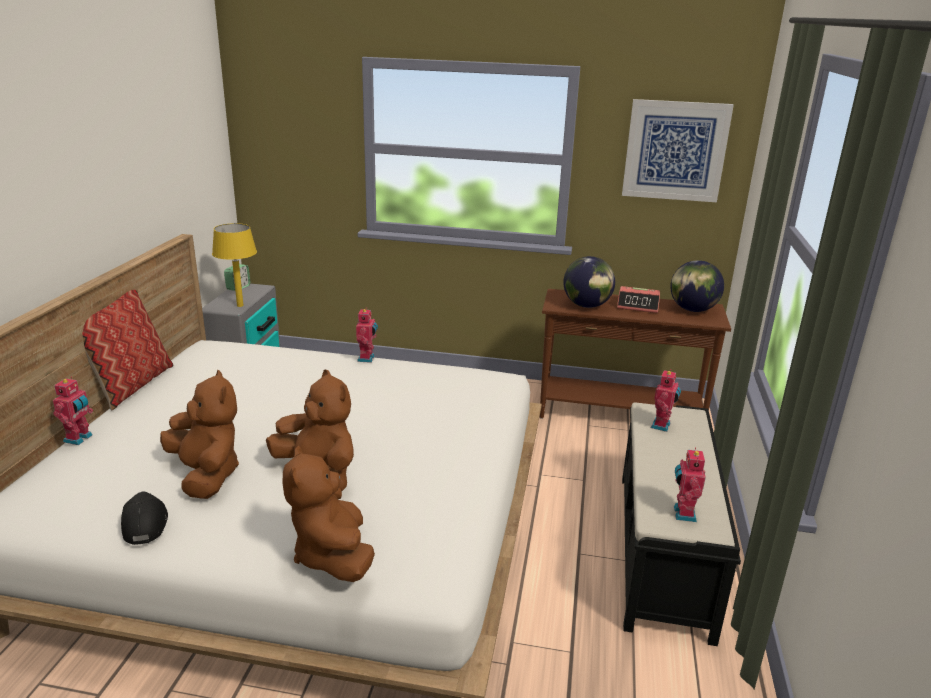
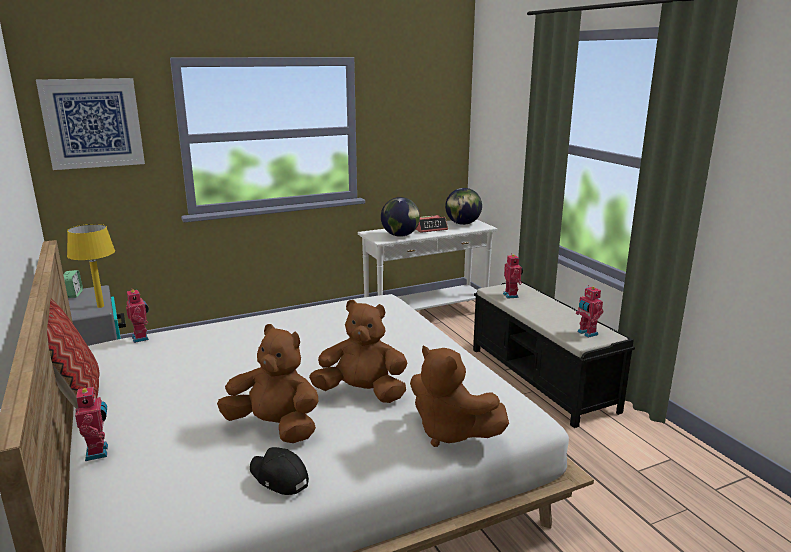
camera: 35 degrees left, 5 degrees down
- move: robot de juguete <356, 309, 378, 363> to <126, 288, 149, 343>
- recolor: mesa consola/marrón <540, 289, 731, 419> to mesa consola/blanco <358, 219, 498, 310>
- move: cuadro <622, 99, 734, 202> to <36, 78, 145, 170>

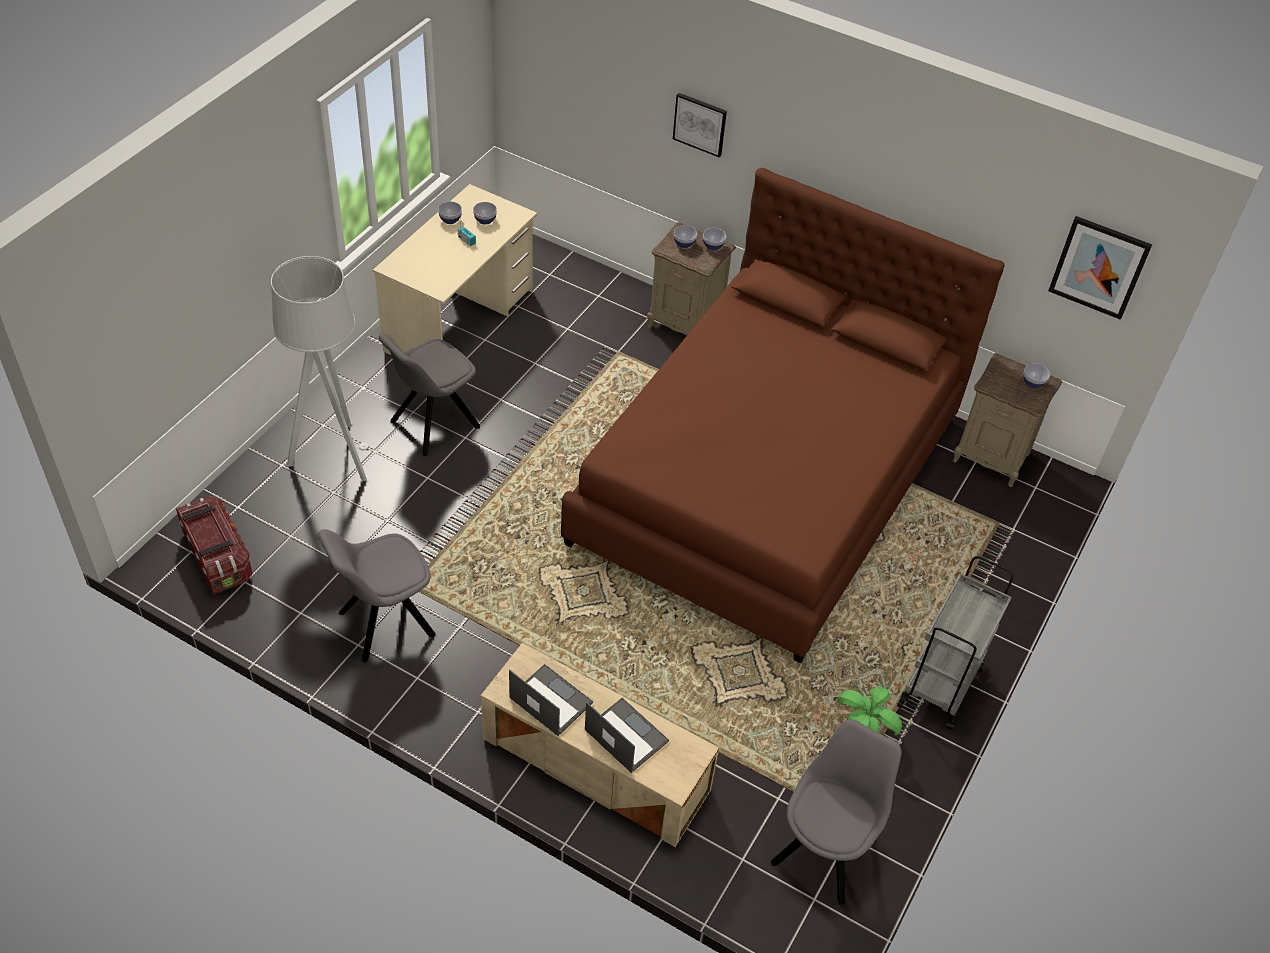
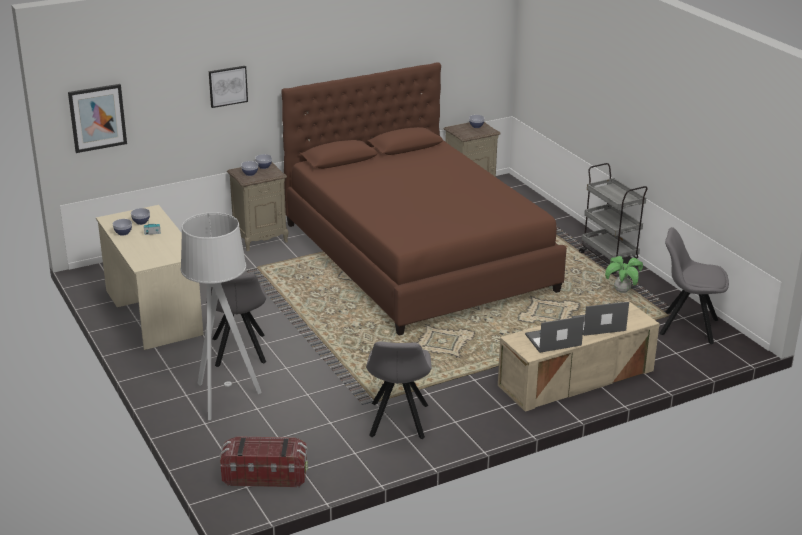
camera: 55 degrees left, 20 degrees down
- rotate: silla/gris <771, 719, 901, 905> = <659, 227, 729, 344> 45 degrees counterclockwise
- move: cuadro <1048, 216, 1152, 320> to <68, 84, 127, 153>

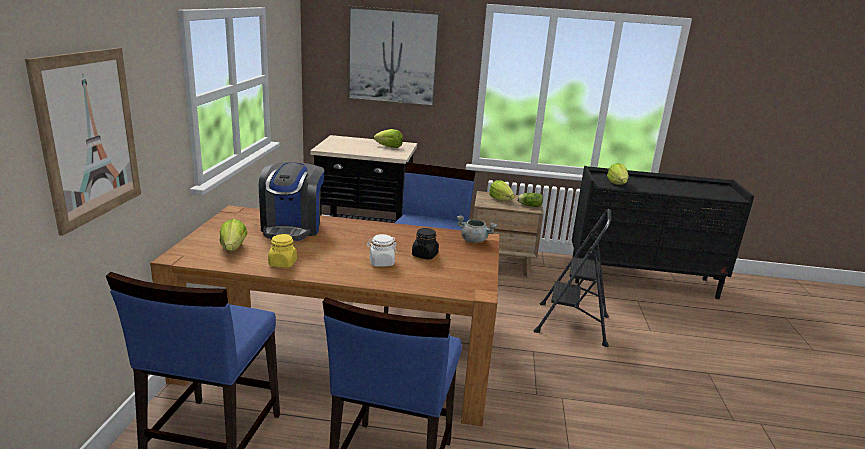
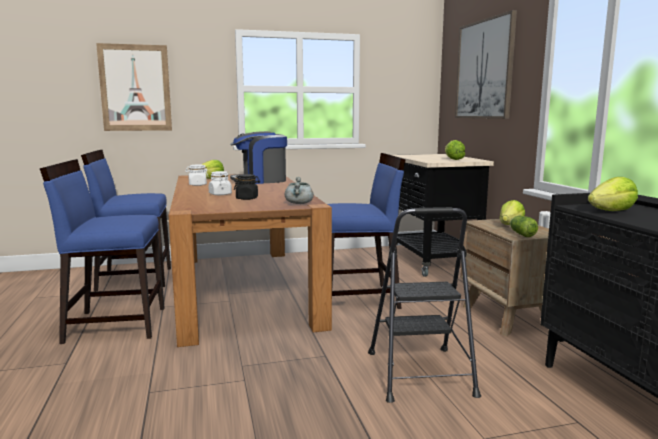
camera: 70 degrees right, 10 degrees down
- recolor: tarro/amarillo <268, 234, 297, 268> to tarro/blanco <185, 165, 209, 186>

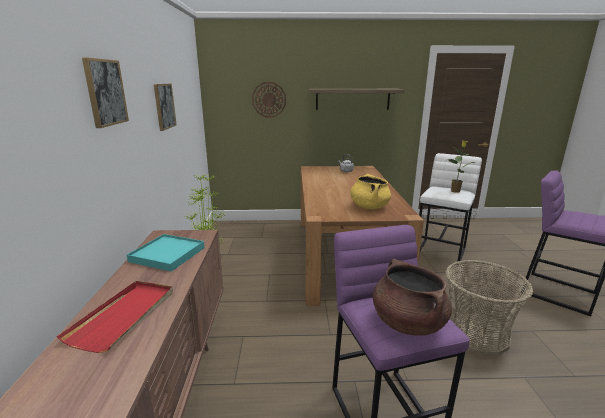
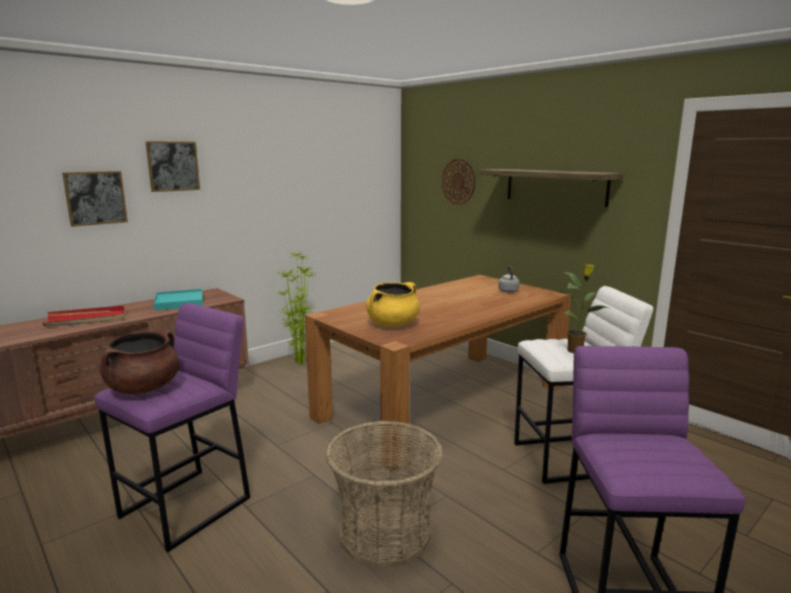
camera: 50 degrees right, 5 degrees down
- move: cuadro <154, 84, 177, 131> to <62, 171, 128, 227>

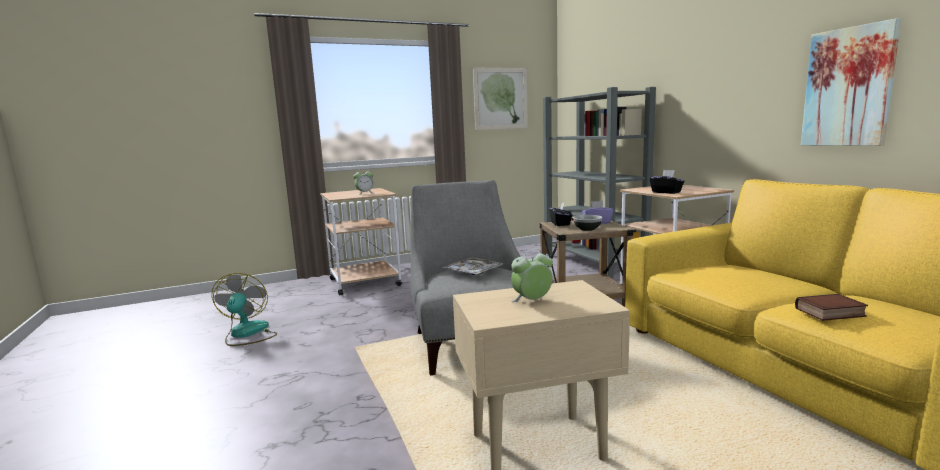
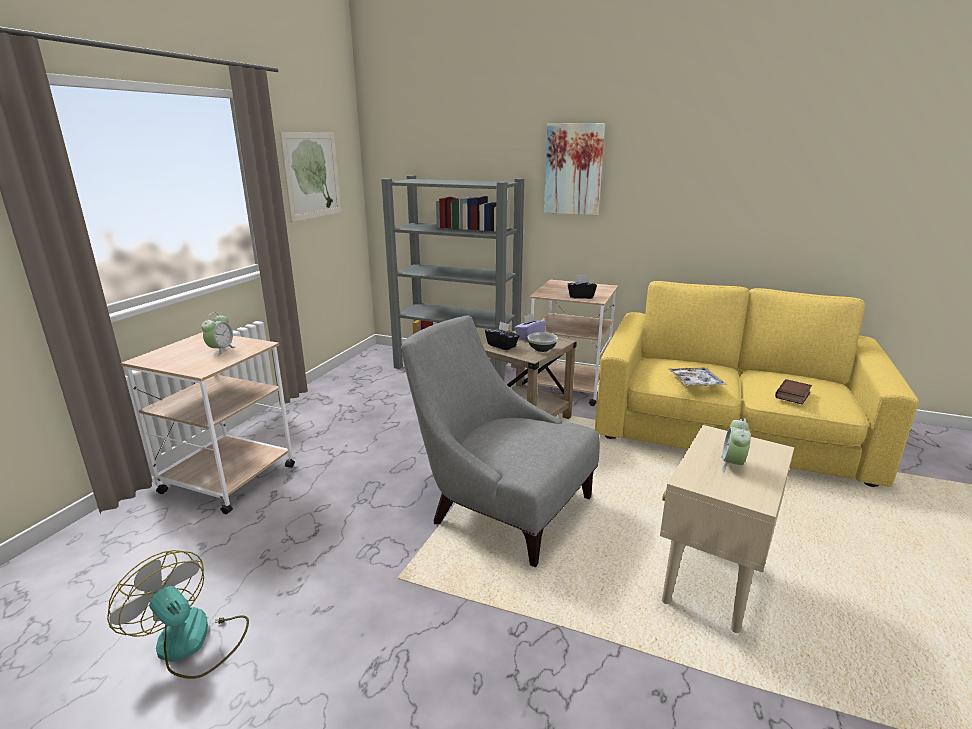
camera: 45 degrees left, 10 degrees up
- move: bandeja <443, 257, 503, 275> to <668, 368, 727, 386>
- move: cuadro <801, 18, 901, 146> to <544, 123, 605, 215>

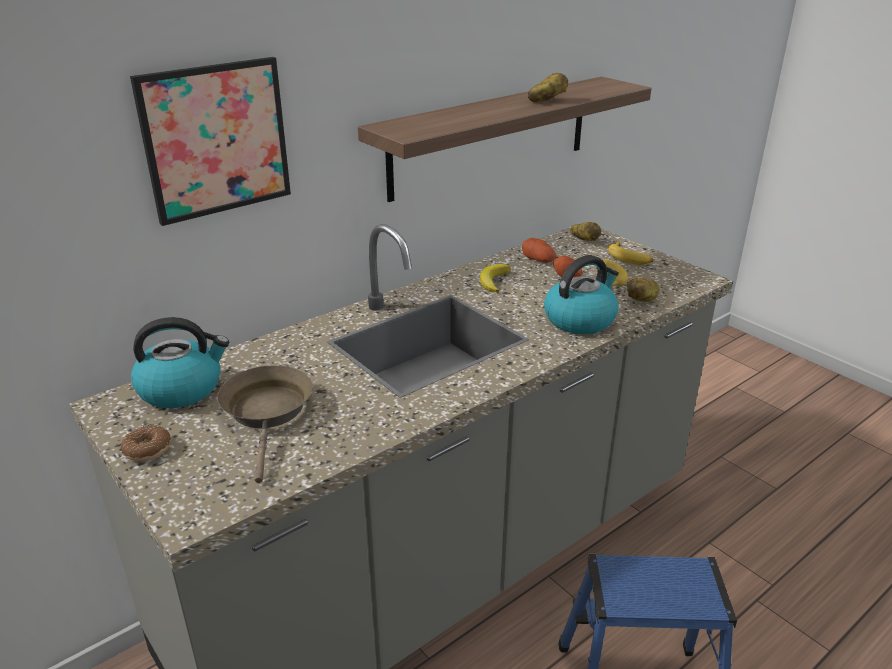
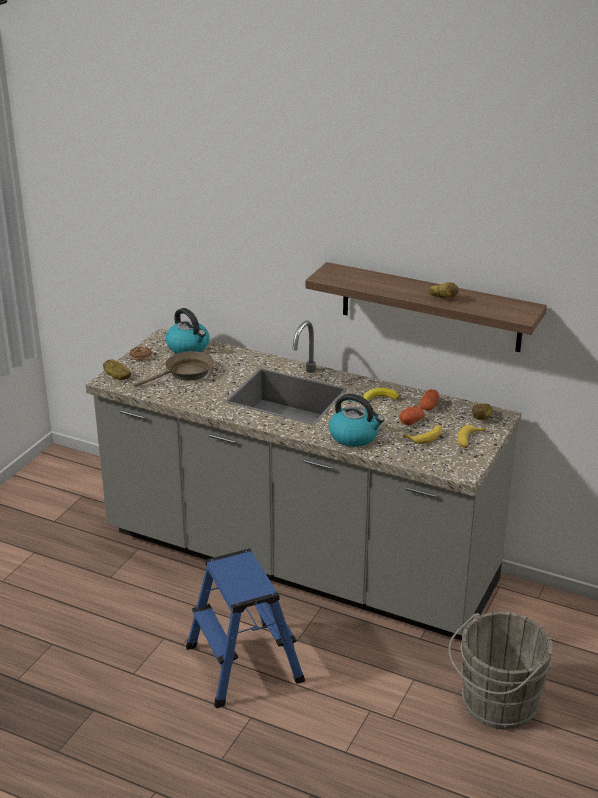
camera: 65 degrees right, 0 degrees up
- delete: cuadro <130, 57, 291, 226>
- move: patata <627, 277, 659, 302> to <103, 359, 131, 380>
- insert: cubo/gris <448, 612, 553, 730>

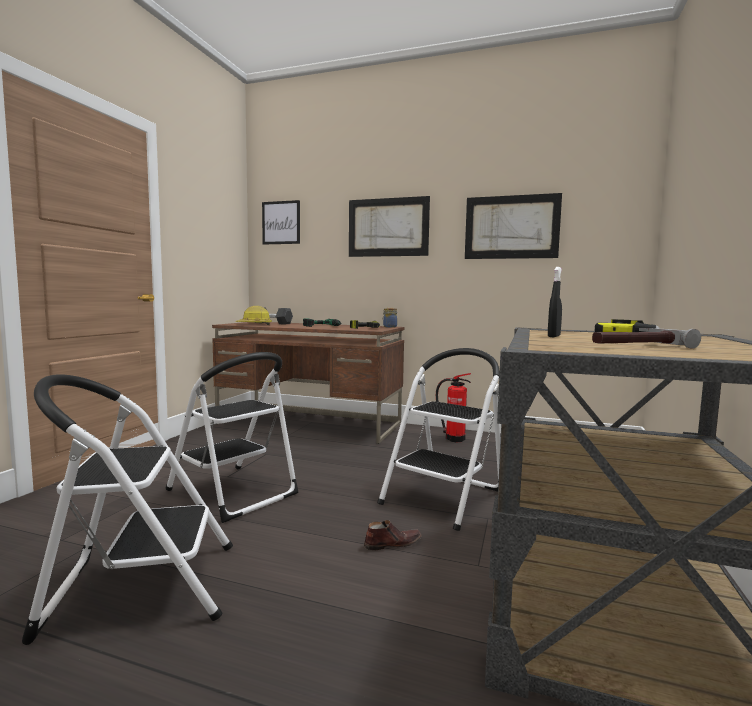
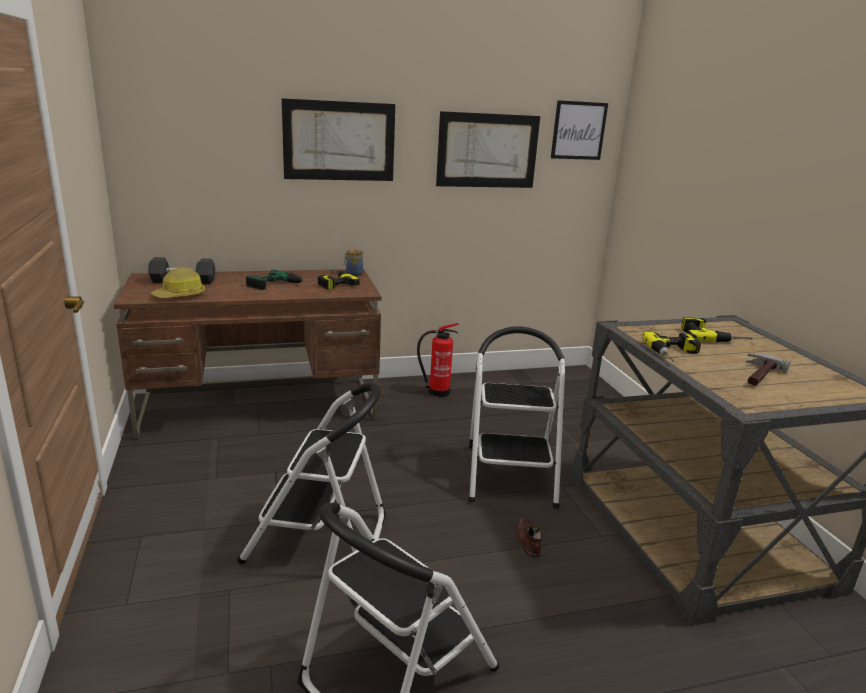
camera: 35 degrees left, 15 degrees up
- move: cuadro <262, 200, 300, 245> to <551, 100, 608, 160>
- rotate: zapato/marrón <364, 520, 422, 550> = <517, 517, 541, 558> 45 degrees counterclockwise
- replace: pulverizador/negro <548, 267, 562, 337> to taladro <642, 331, 701, 362>

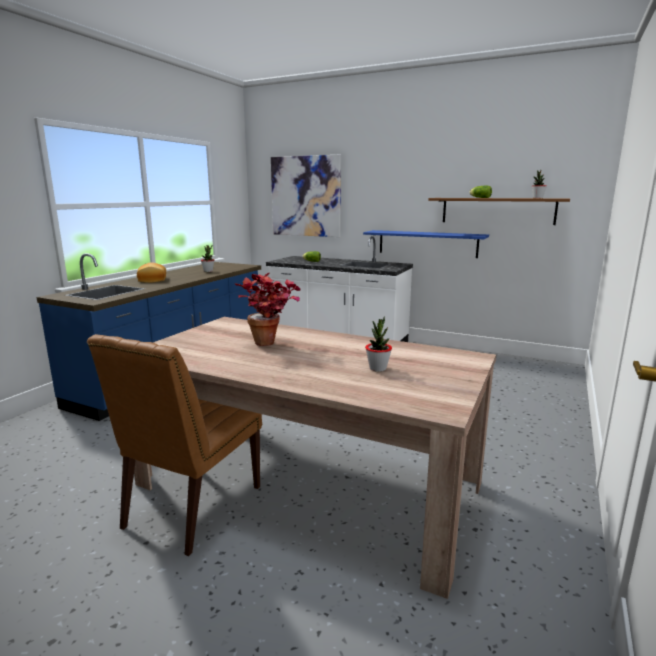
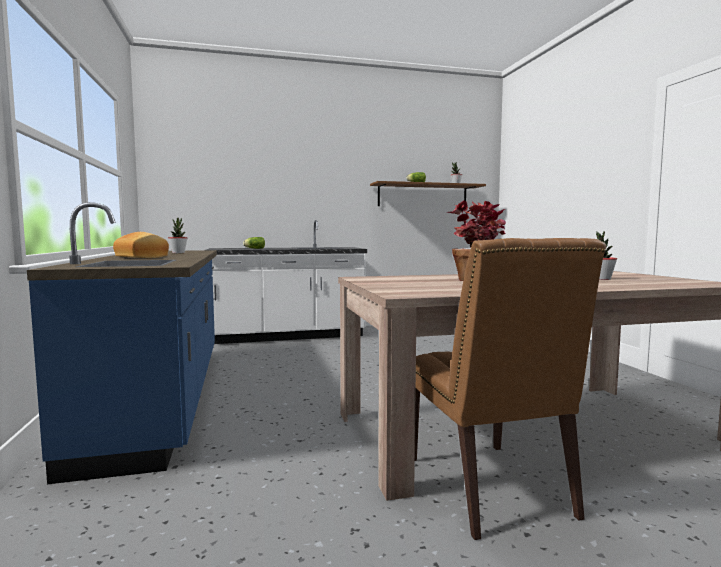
camera: 40 degrees left, 10 degrees down
- delete: cuadro <271, 155, 341, 237>
- delete: estante/azul <363, 230, 489, 258>

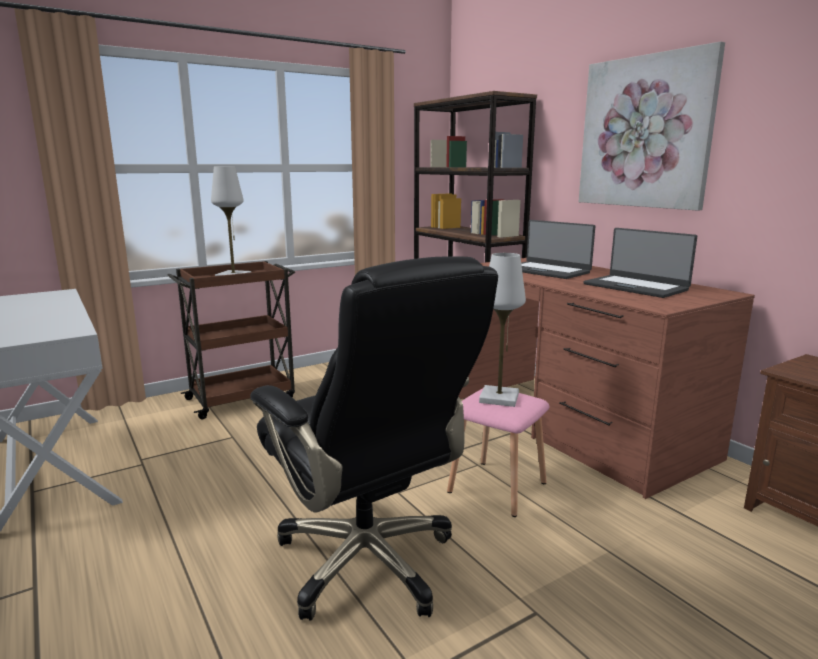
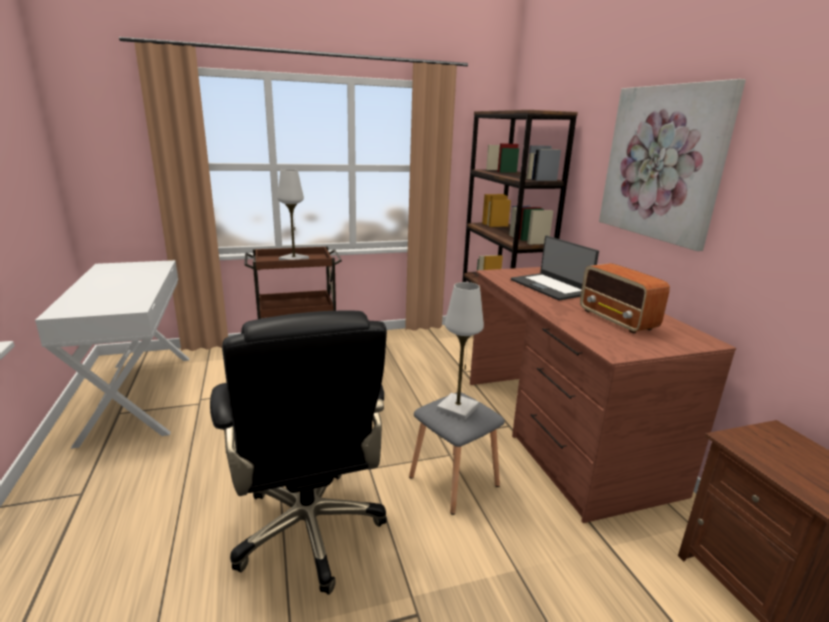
camera: 15 degrees right, 5 degrees up
- recolor: taburete/rosa <447, 388, 549, 517> to taburete/gris <409, 392, 505, 515>
- replace: portátil <583, 228, 697, 298> to radio <580, 263, 670, 334>

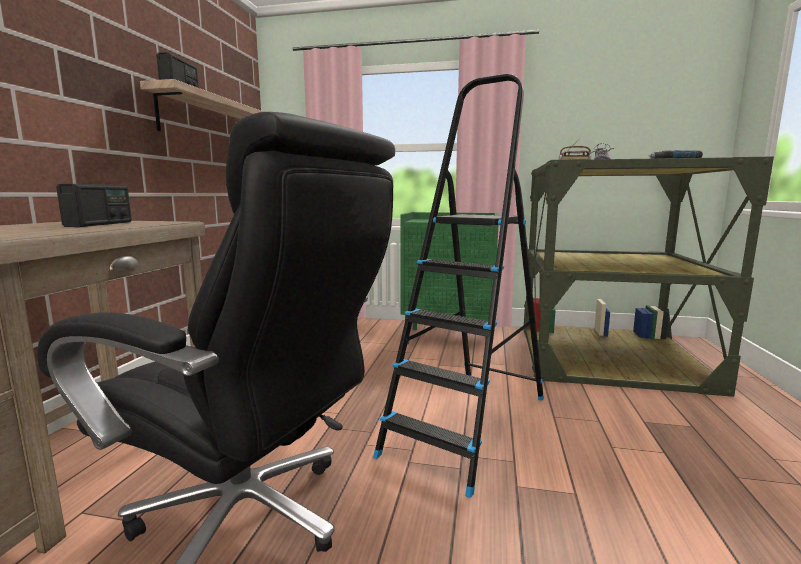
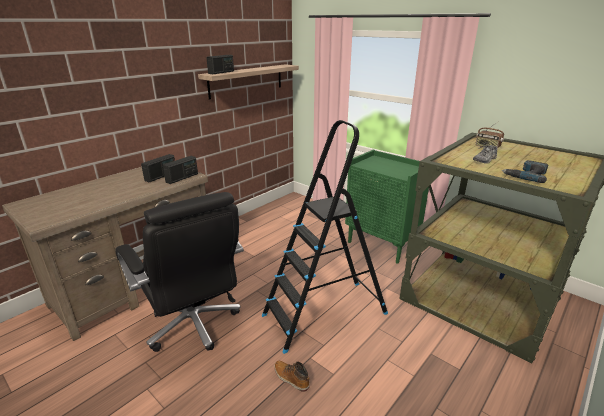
camera: 30 degrees right, 15 degrees up
- insert: radio <163, 156, 198, 184>
- insert: bota <274, 361, 310, 392>

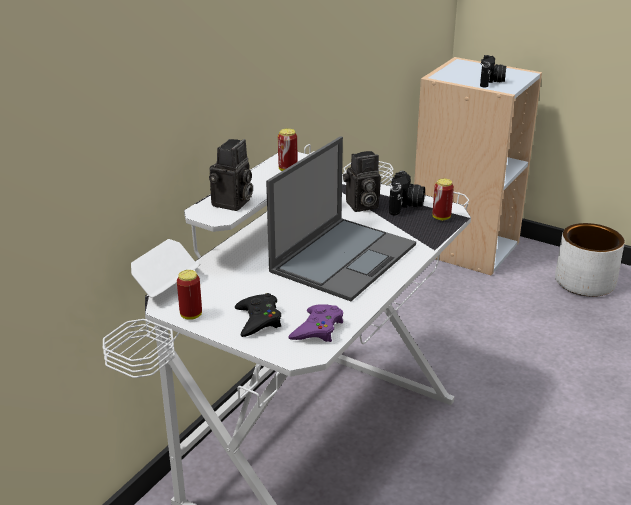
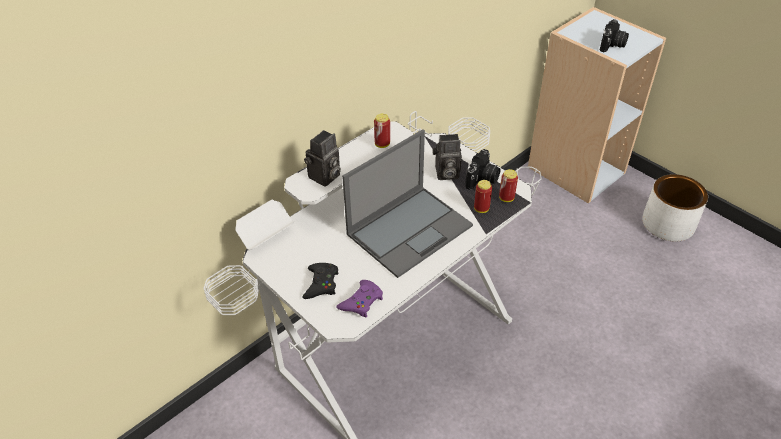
camera: 15 degrees right, 15 degrees up
- move: lata <177, 270, 202, 320> to <474, 180, 492, 213>

